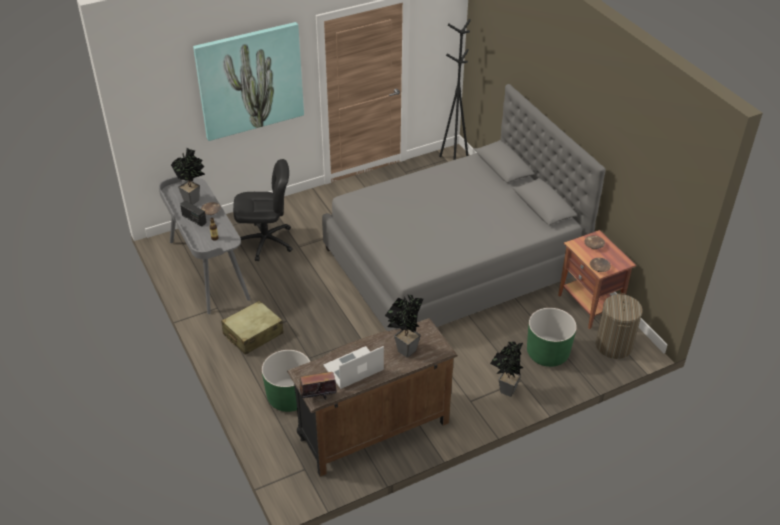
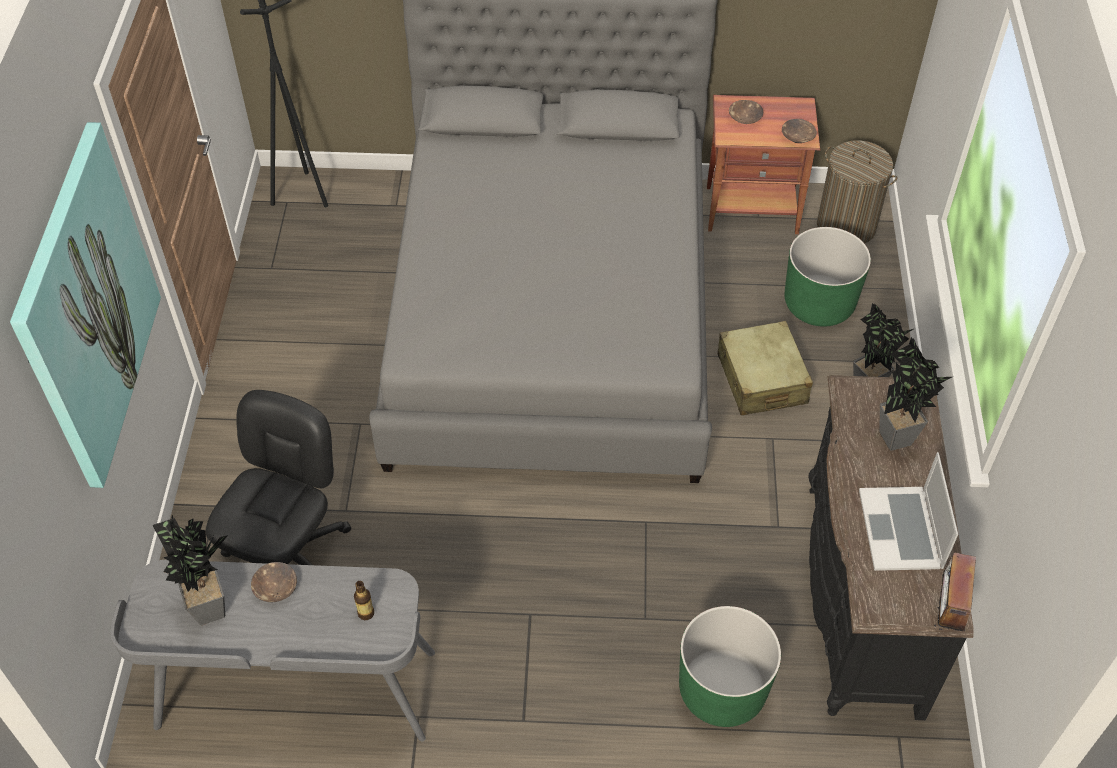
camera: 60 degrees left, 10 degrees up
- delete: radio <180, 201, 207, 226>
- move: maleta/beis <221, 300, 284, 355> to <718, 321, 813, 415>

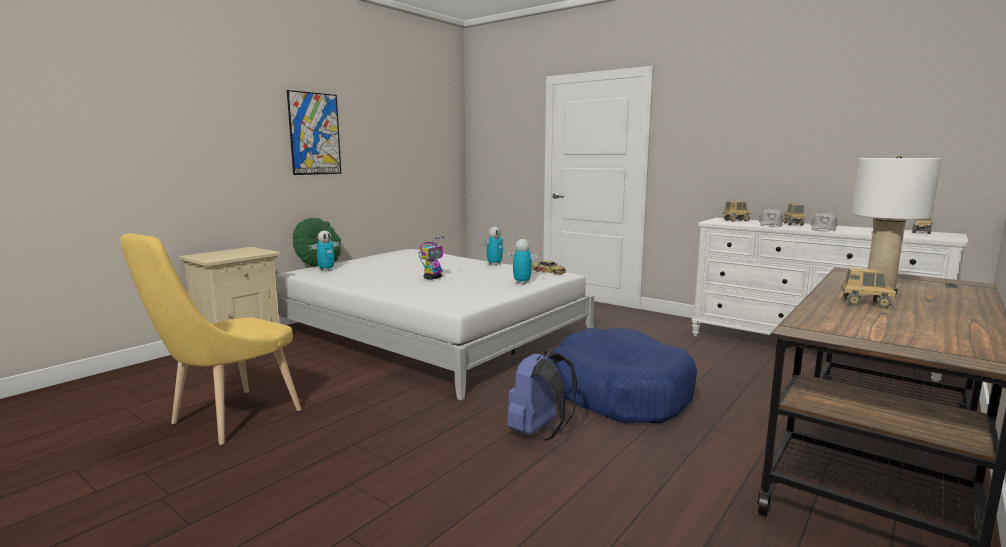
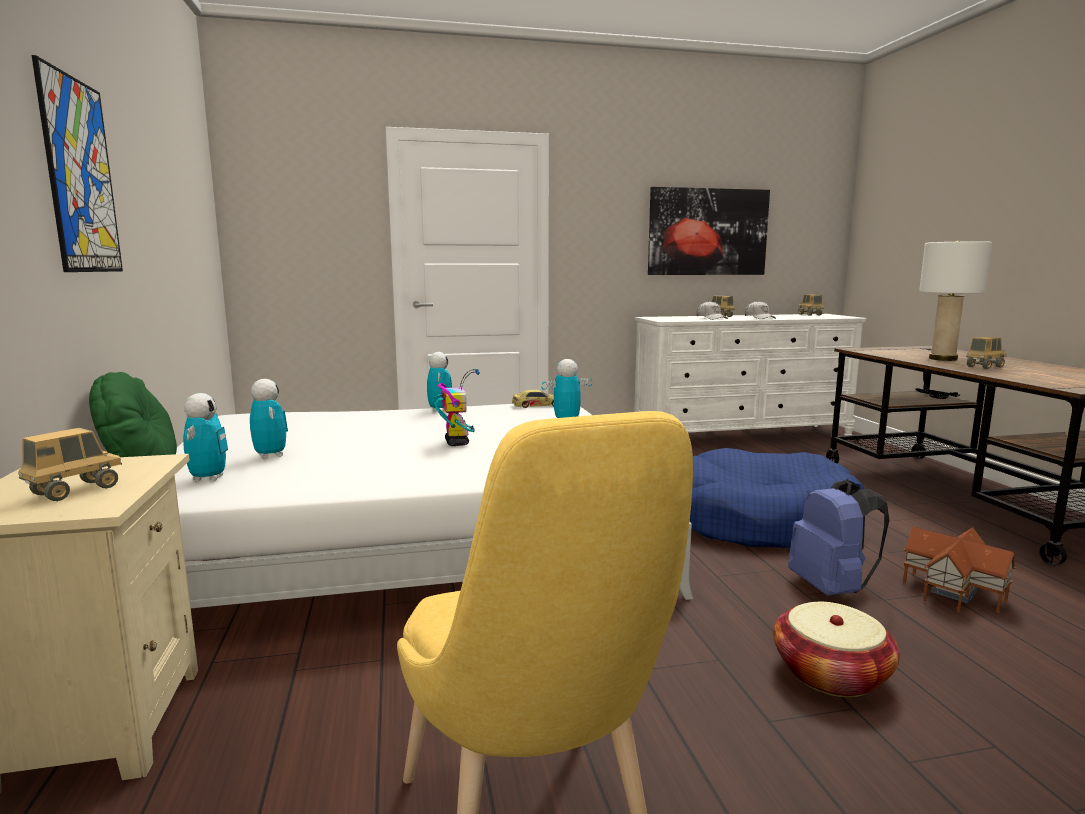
camera: 50 degrees left, 0 degrees up
- move: camión de juguete <723, 201, 752, 222> to <18, 428, 122, 501>
- insert: robot de juguete <250, 379, 288, 459>
- insert: cuadro <648, 187, 770, 275>
- insert: cesta <773, 602, 900, 697>
- insert: casita <903, 527, 1016, 613>

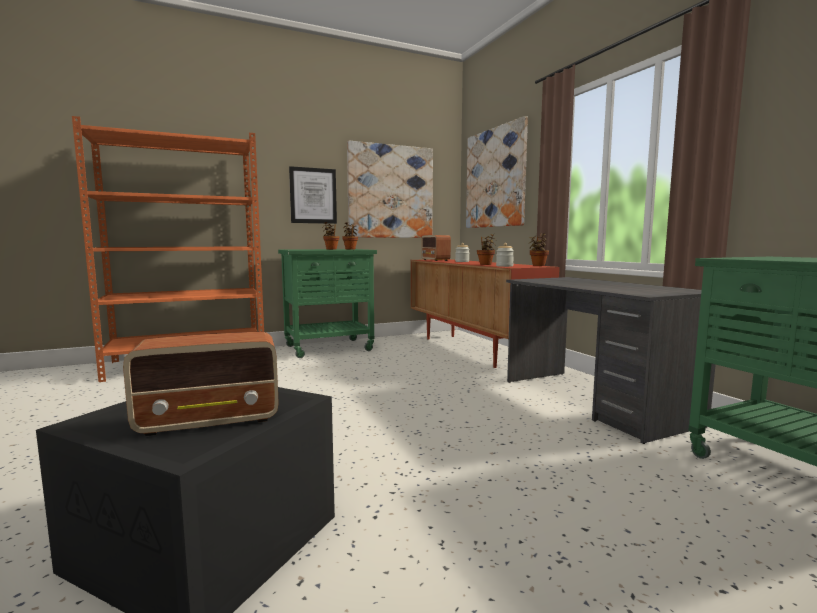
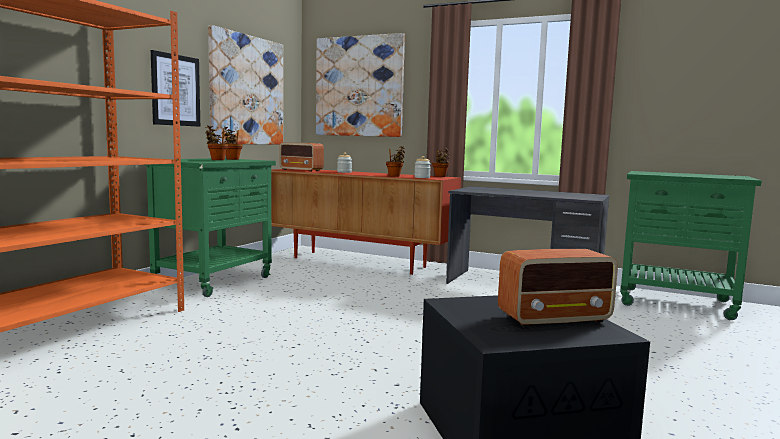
camera: 40 degrees left, 0 degrees up
- rotate: radio <123, 332, 279, 436> = <498, 249, 618, 327> 45 degrees clockwise

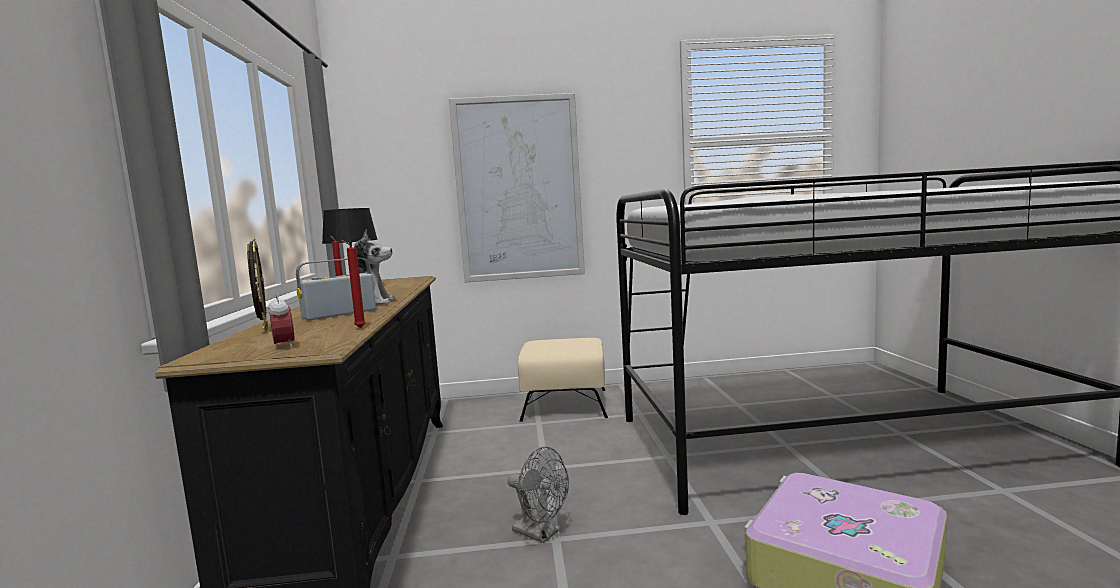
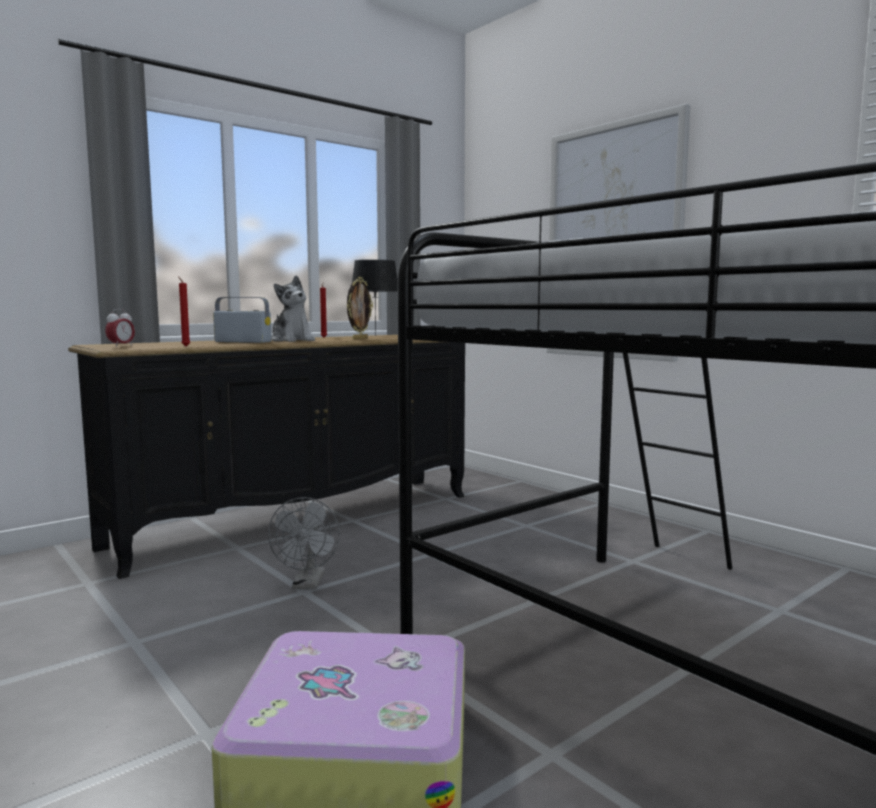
camera: 55 degrees right, 0 degrees up
- move: portarretratos <247, 238, 268, 334> to <347, 277, 373, 340>
- delete: puf/beis <518, 338, 608, 422>

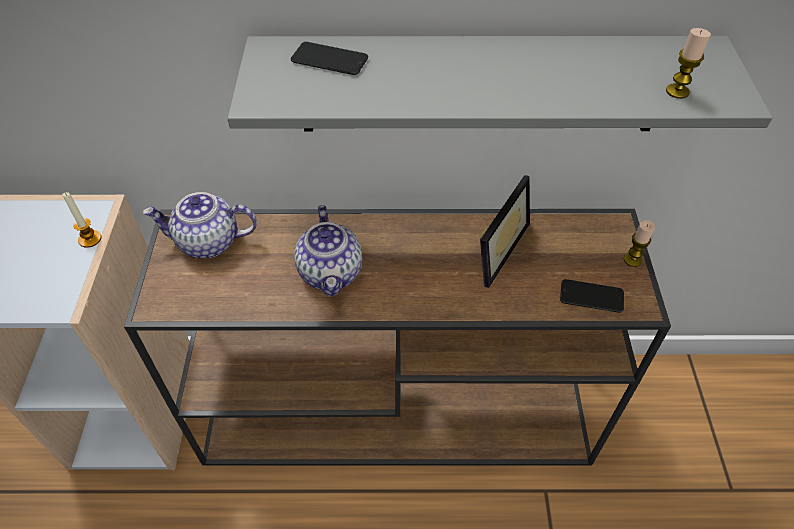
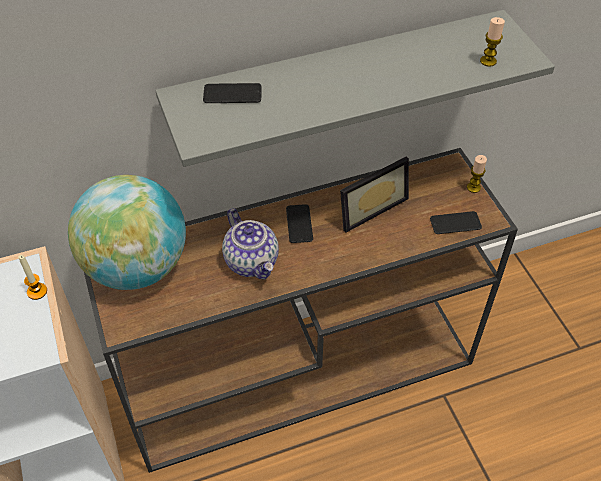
camera: 20 degrees left, 0 degrees up
- replace: tetera <142, 192, 257, 258> to globo terráqueo <68, 175, 186, 290>
- rotate: portarretratos <479, 175, 530, 288> = <340, 157, 409, 233> 45 degrees clockwise
- insert: móvil <286, 204, 313, 243>

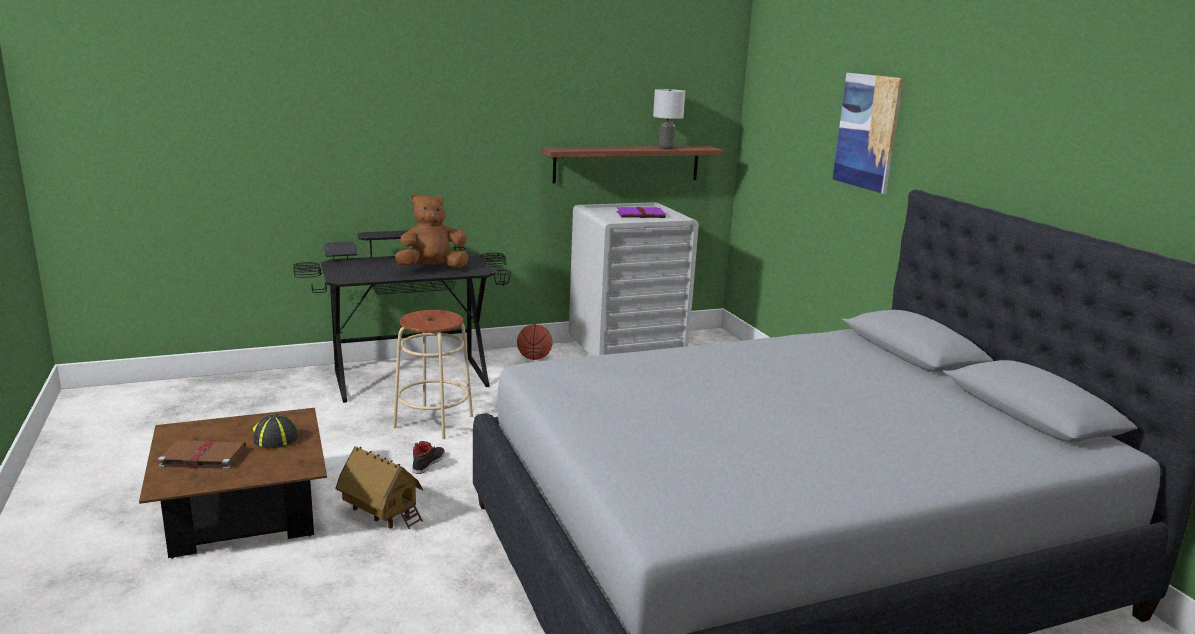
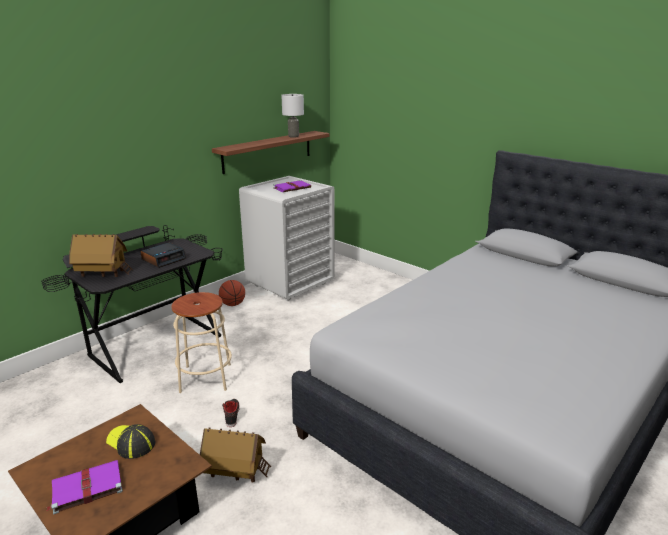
camera: 25 degrees left, 5 degrees up
- recolor: libro/marrón <156, 440, 246, 470> to libro/morado <46, 460, 123, 514>
- replace: peluche/marrón <395, 194, 469, 268> to despertador <140, 242, 186, 268>
- delete: cuadro <833, 73, 904, 194>
- insert: casita <69, 234, 133, 277>

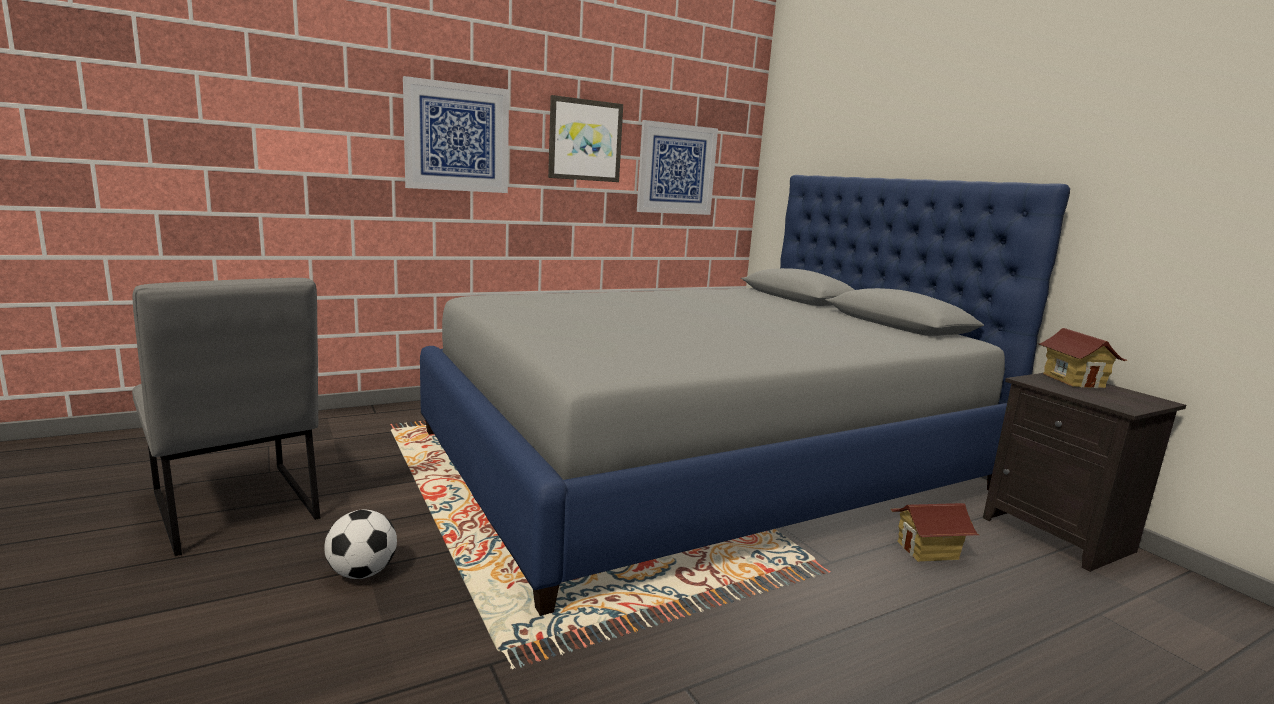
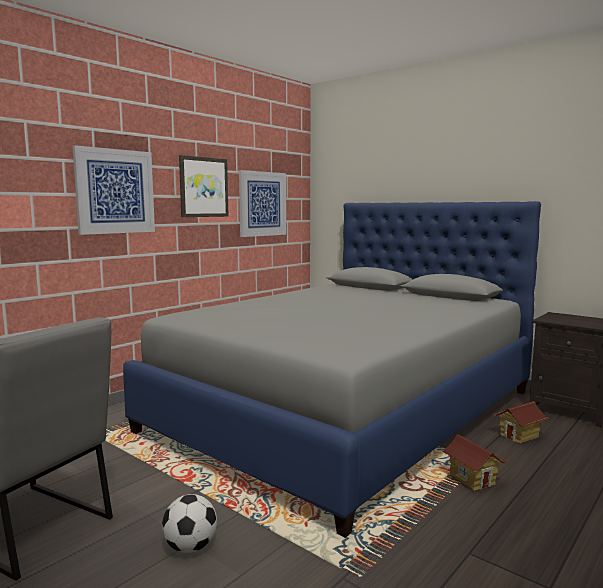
camera: 20 degrees left, 5 degrees down
- move: casita <1037, 328, 1127, 388> to <442, 434, 507, 491>

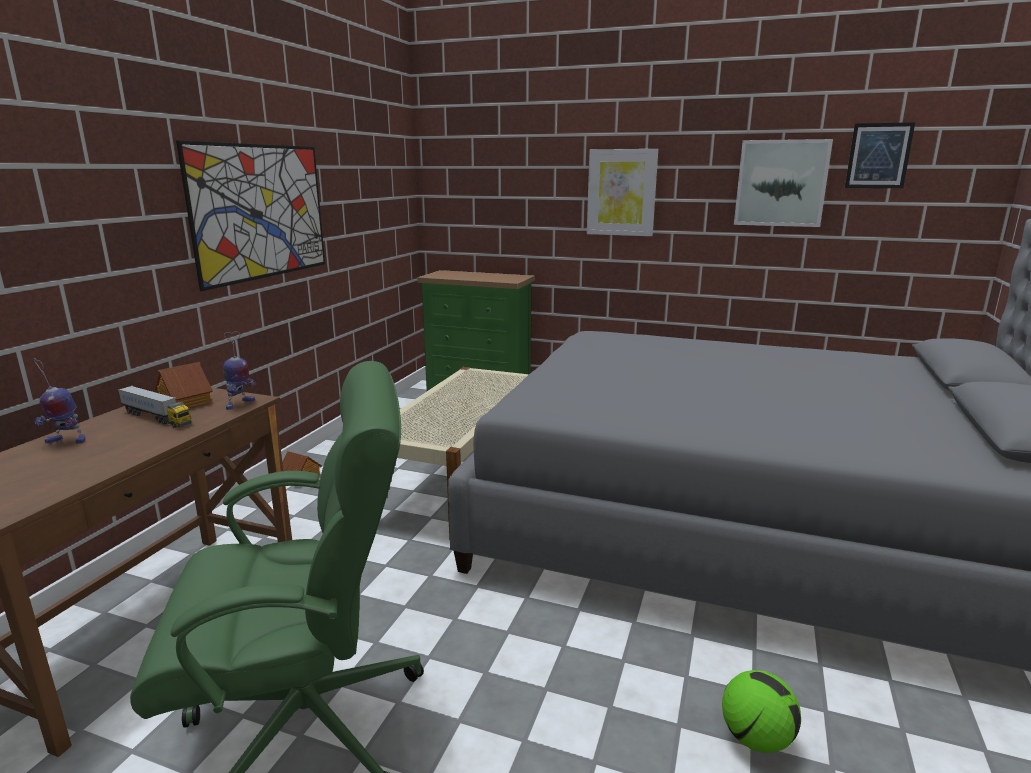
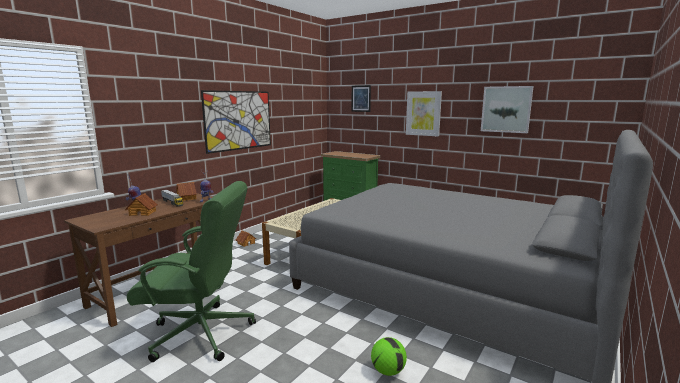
camera: 15 degrees right, 5 degrees down
- move: cuadro <845, 122, 915, 188> to <351, 85, 371, 112>
- insert: casita <125, 193, 158, 216>

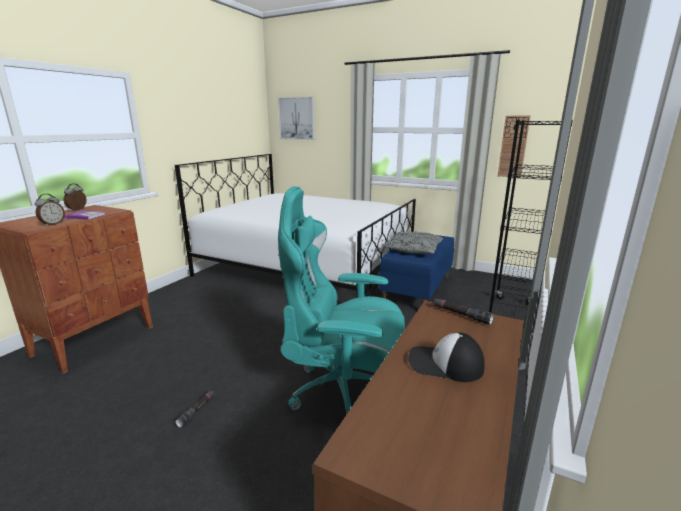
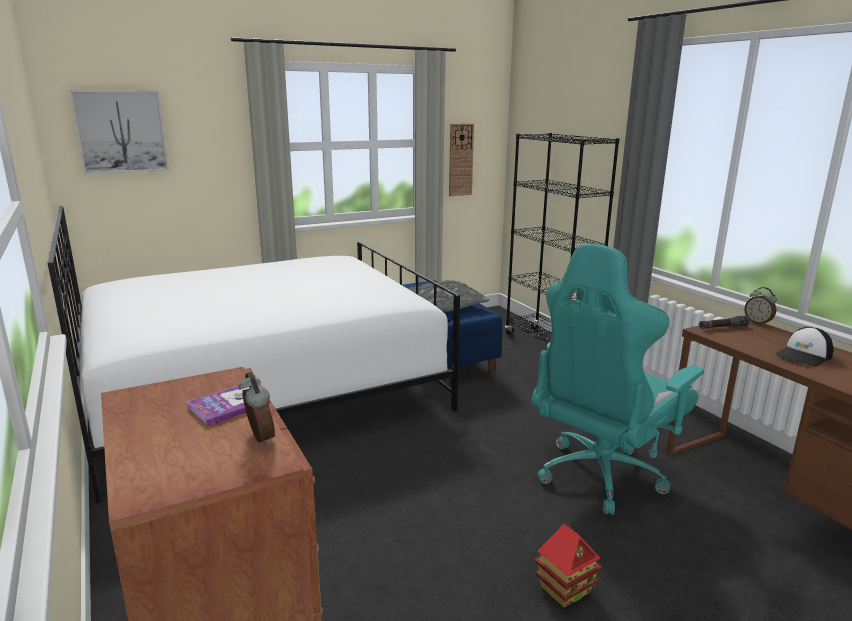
camera: 55 degrees left, 0 degrees up
- move: despertador <64, 183, 87, 211> to <744, 287, 777, 326>
- replace: linterna/negro <175, 390, 215, 427> to casita <534, 524, 602, 608>

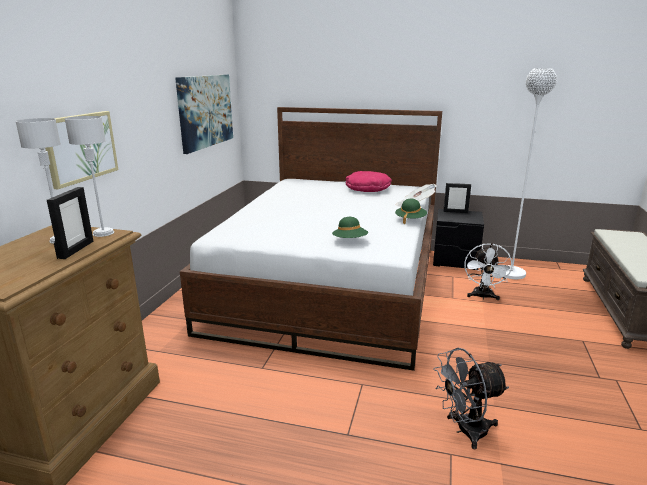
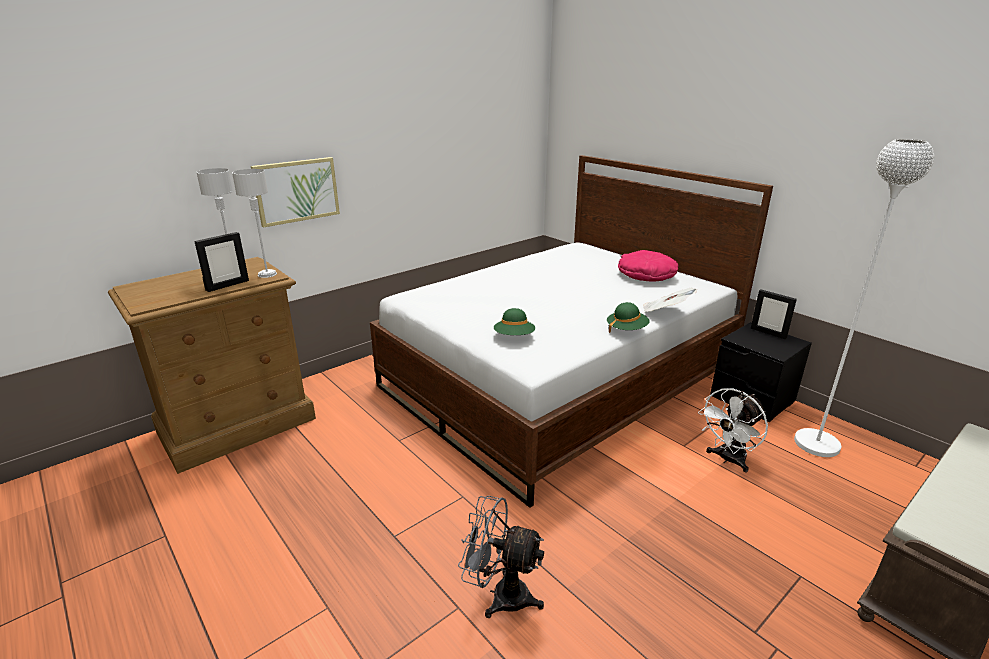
camera: 35 degrees right, 5 degrees up
- delete: cuadro <175, 74, 233, 154>

